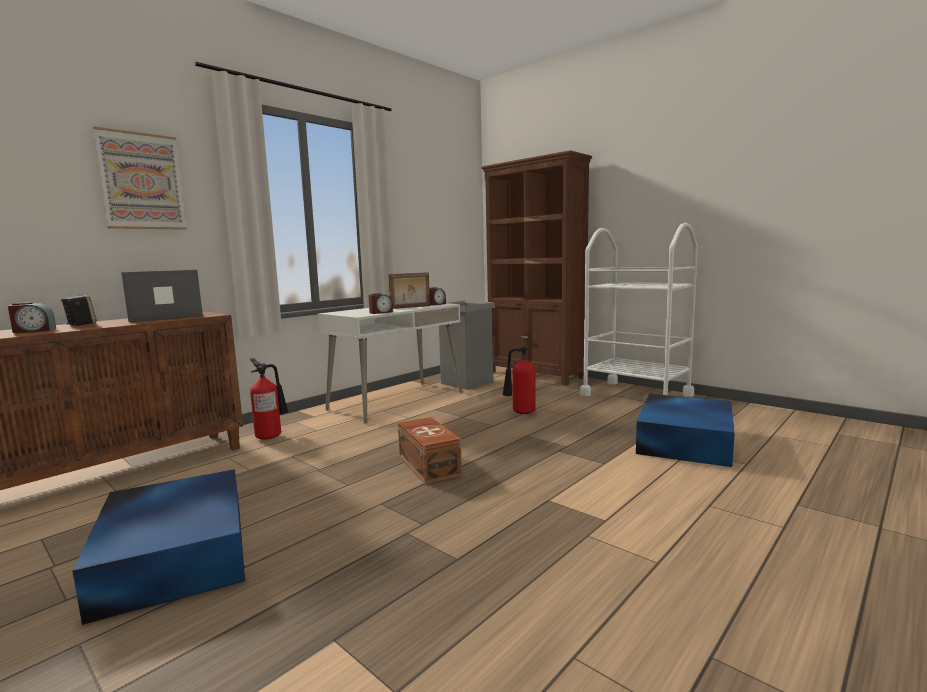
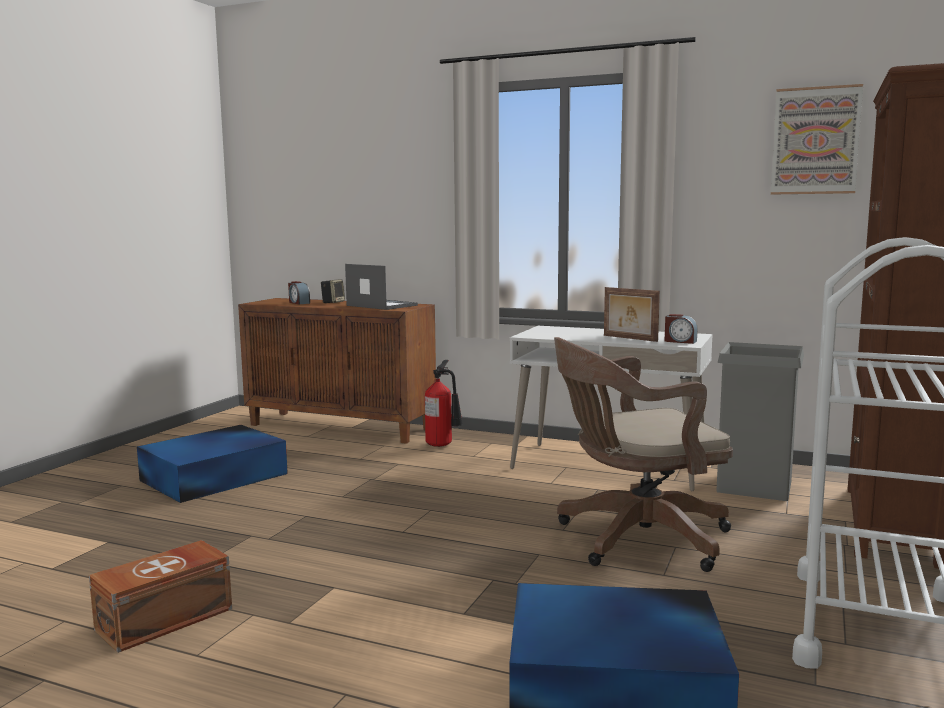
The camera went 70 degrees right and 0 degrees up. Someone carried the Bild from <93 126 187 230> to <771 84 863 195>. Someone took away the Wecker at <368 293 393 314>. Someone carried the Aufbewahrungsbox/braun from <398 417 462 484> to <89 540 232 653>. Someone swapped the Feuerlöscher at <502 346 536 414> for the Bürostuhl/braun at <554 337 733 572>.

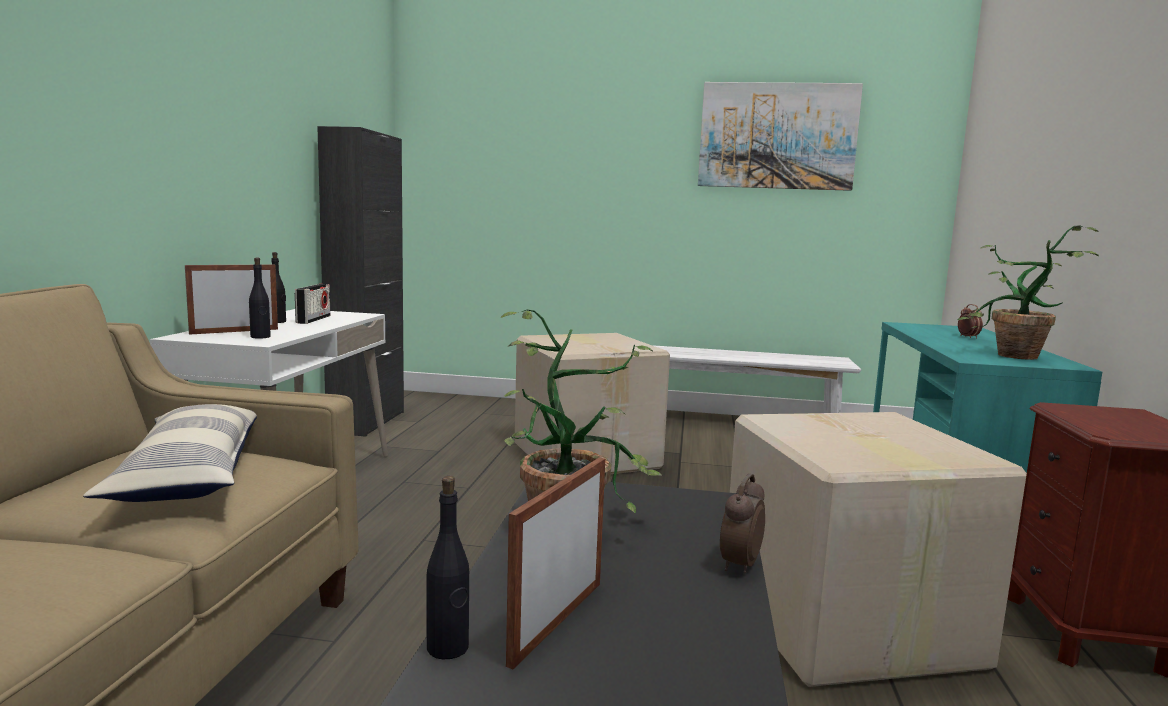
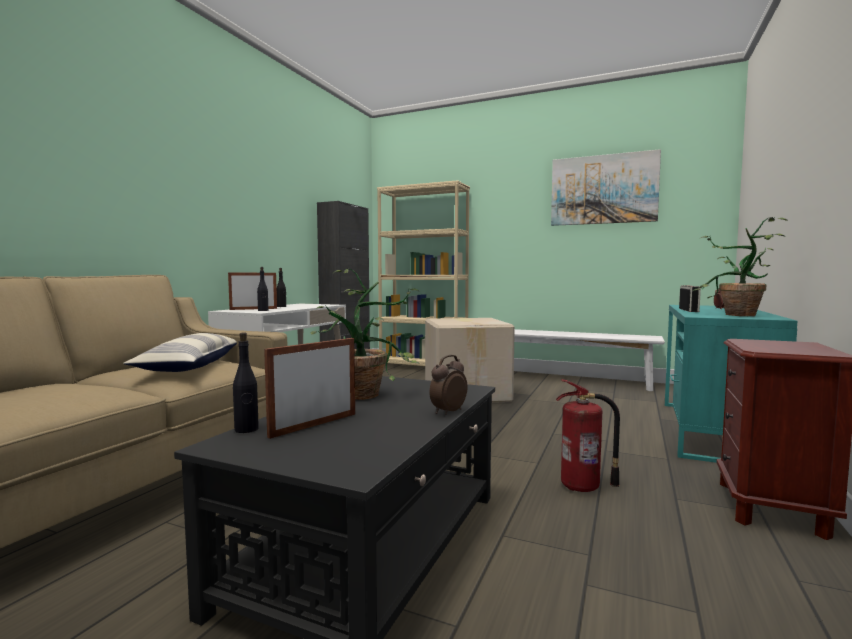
The camera went 15 degrees right and 5 degrees down. Someone carried the Radio from <295 284 330 324> to <679 285 701 312>. Someone swapped the Karton at <730 412 1027 687> for the Feuerlöscher at <556 379 620 492>. Someone put down the Bücherregal/beige at <377 180 470 366>.

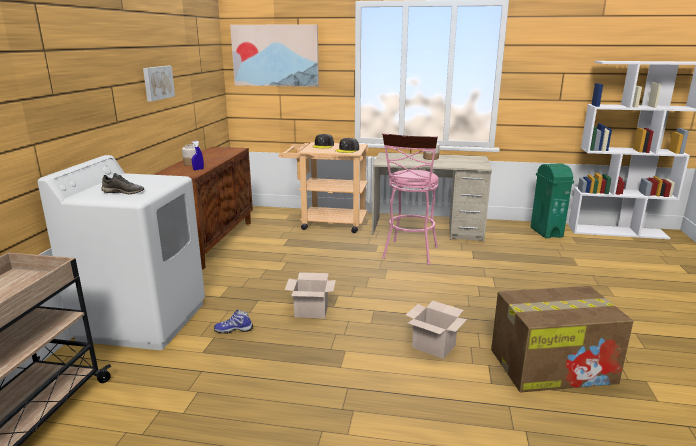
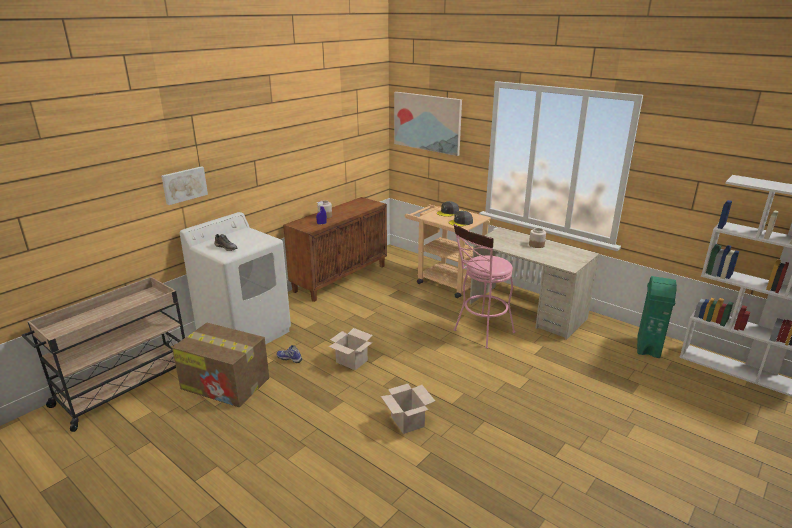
The camera went 30 degrees right and 5 degrees up. Someone carried the Bild from <143 66 175 102> to <161 166 208 205>. Someone carried the Karton from <491 286 633 392> to <172 323 269 407>.

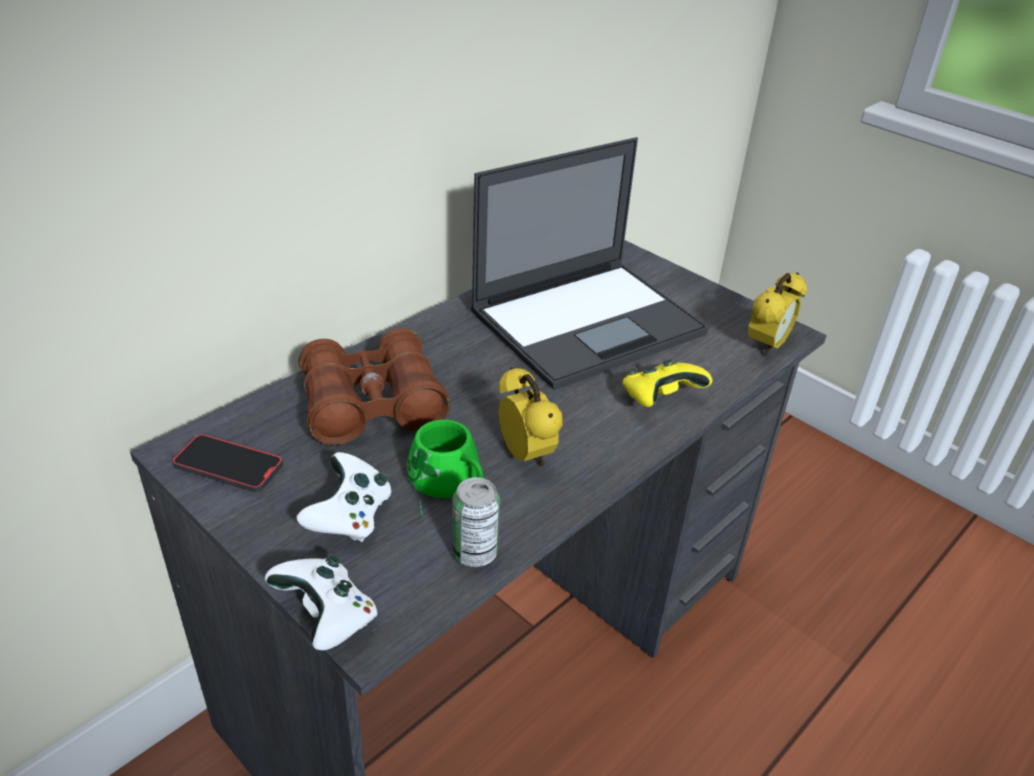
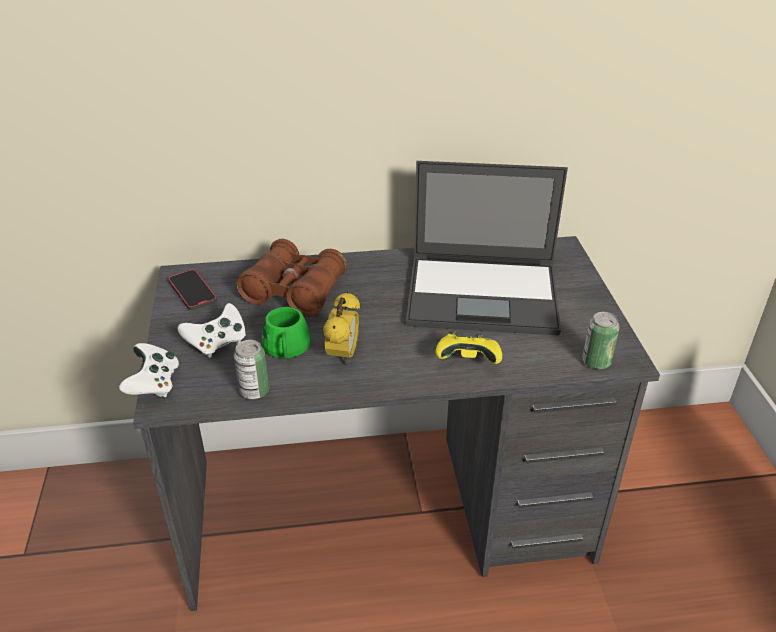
The camera went 40 degrees right and 0 degrees up. Someone swapped the Wecker at <748 273 807 356> for the Dose at <582 312 620 369>.

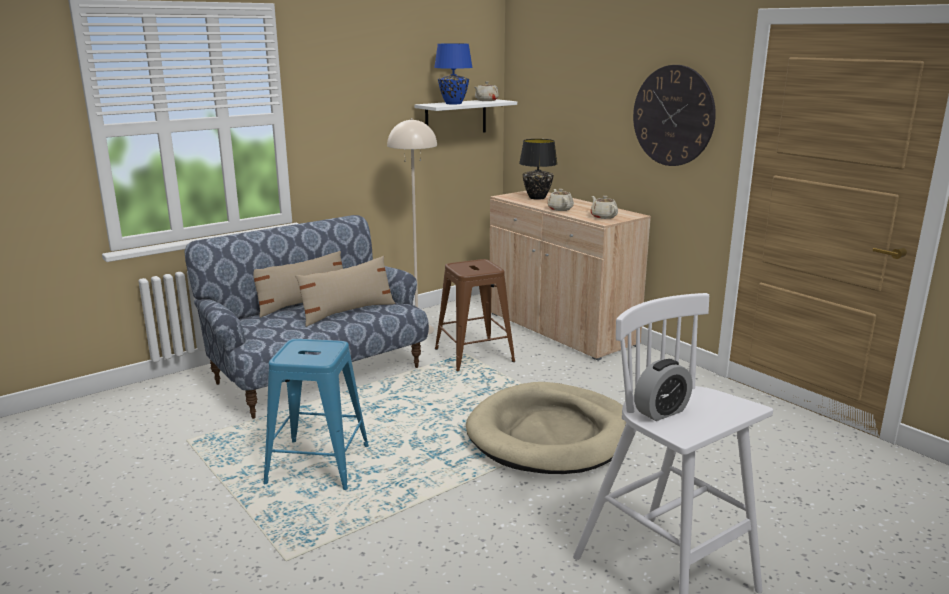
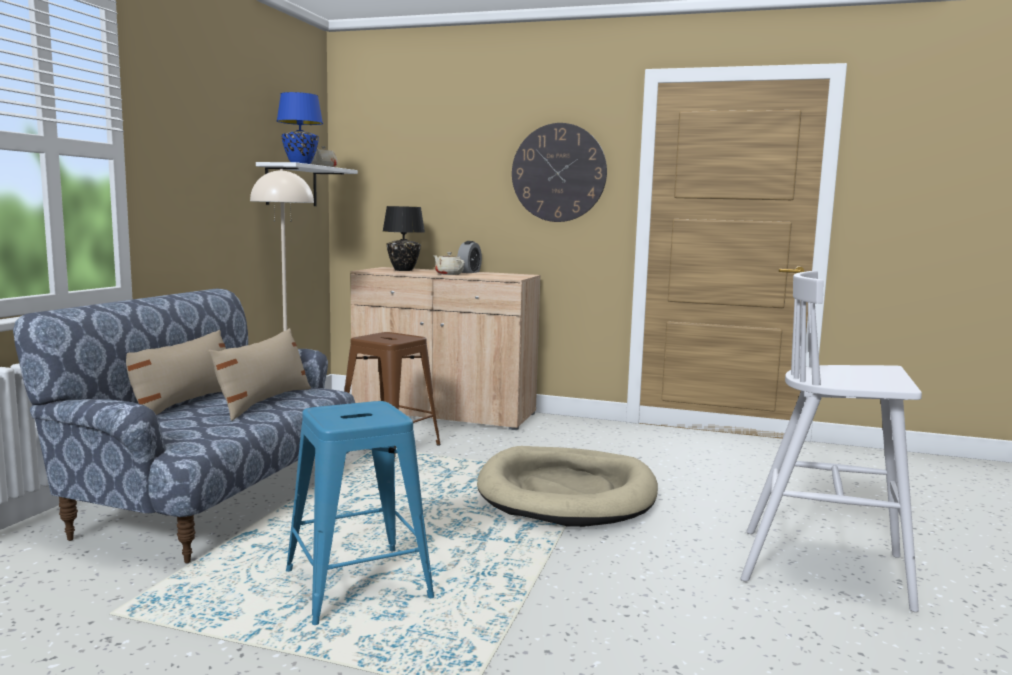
The camera went 35 degrees left and 10 degrees down. Someone took away the Teekanne/beige at <591 196 618 219>. Someone carried the Wecker from <634 359 692 421> to <457 241 482 273>.

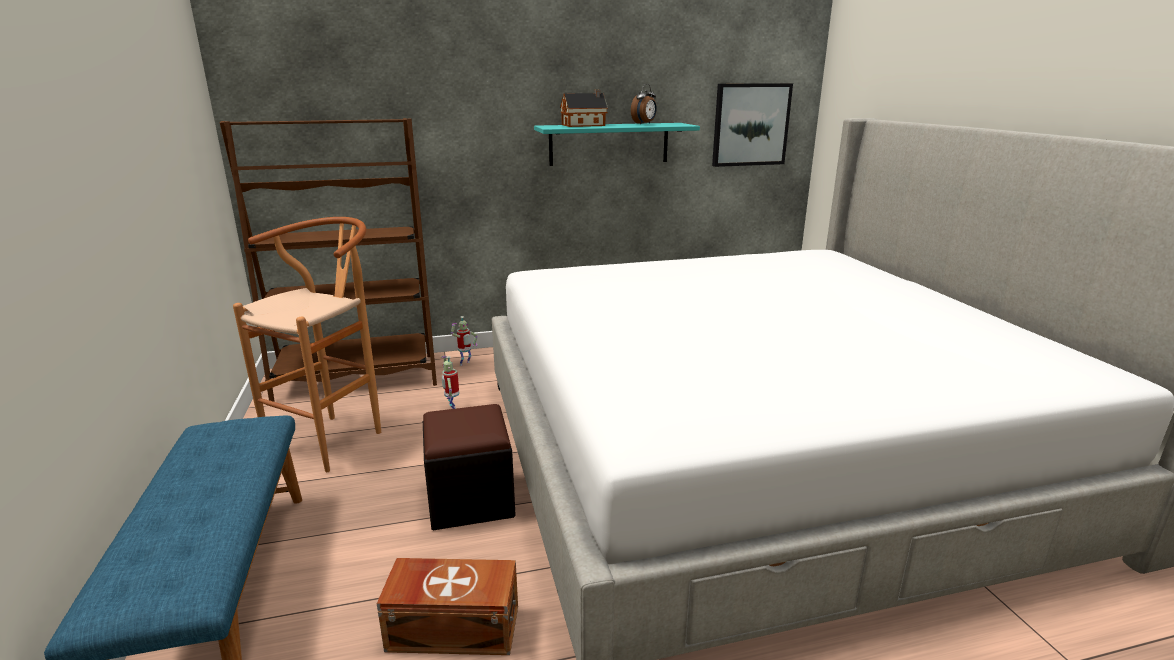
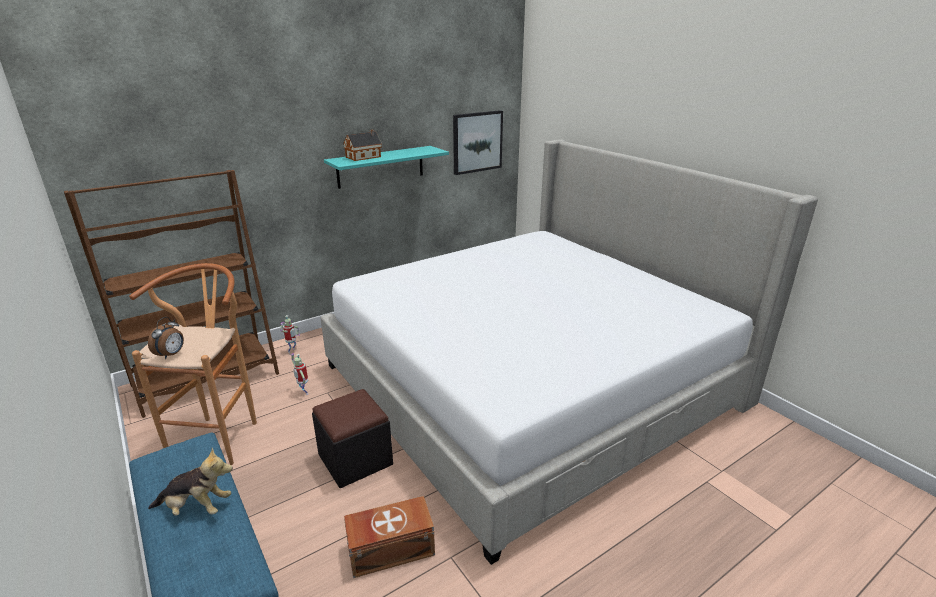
The camera went 20 degrees left and 5 degrees up. Someone carried the Wecker from <631 84 657 124> to <148 317 184 359>. Someone put down the Plüschtier at <148 448 233 516>.

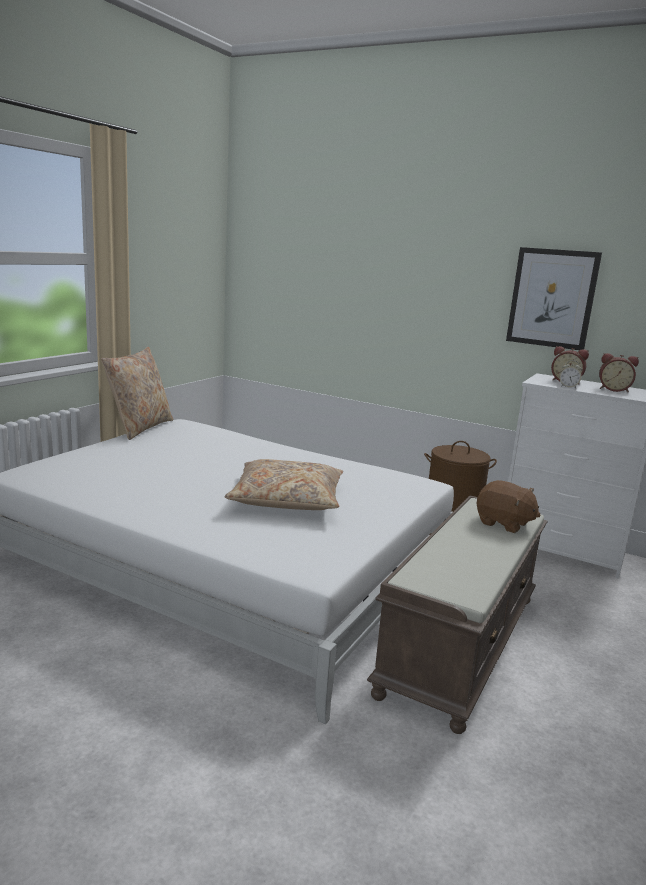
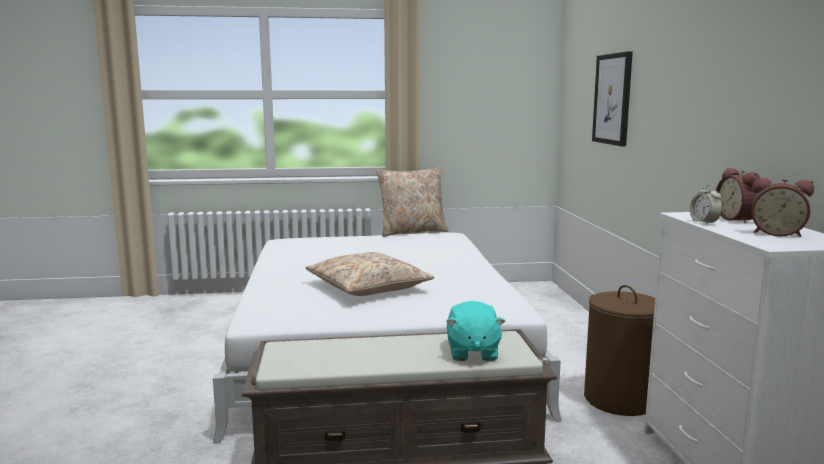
The camera went 55 degrees right and 5 degrees down. Someone repainted the Plüschtier/braun at <476 480 541 533>, which became the Plüschtier/türkis at <446 301 506 361>. Someone carried the Bild from <506 247 602 350> to <592 51 633 146>. Someone rotated the Wecker at <599 353 639 392> by 45 degrees counterclockwise.

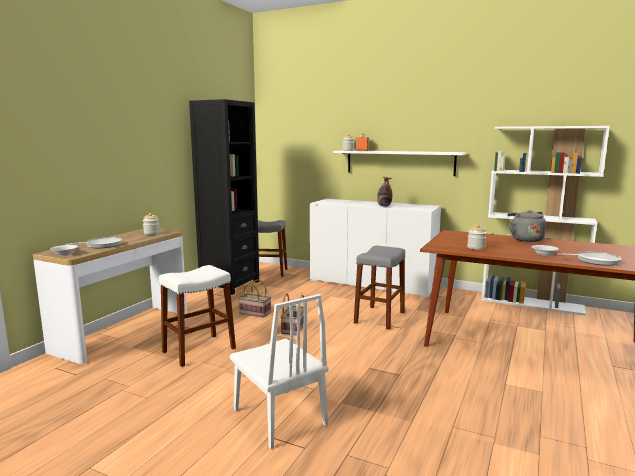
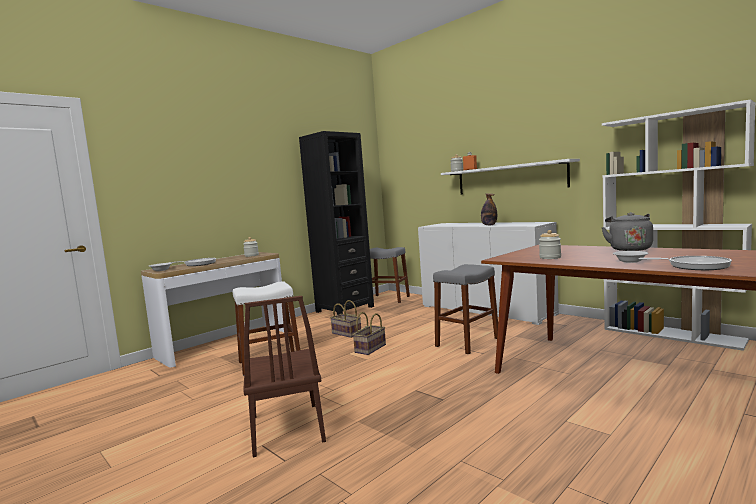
The camera went 20 degrees right and 5 degrees down. Someone repainted the Stuhl/weiß at <230 294 328 449>, which became the Stuhl/braun at <243 296 326 458>.

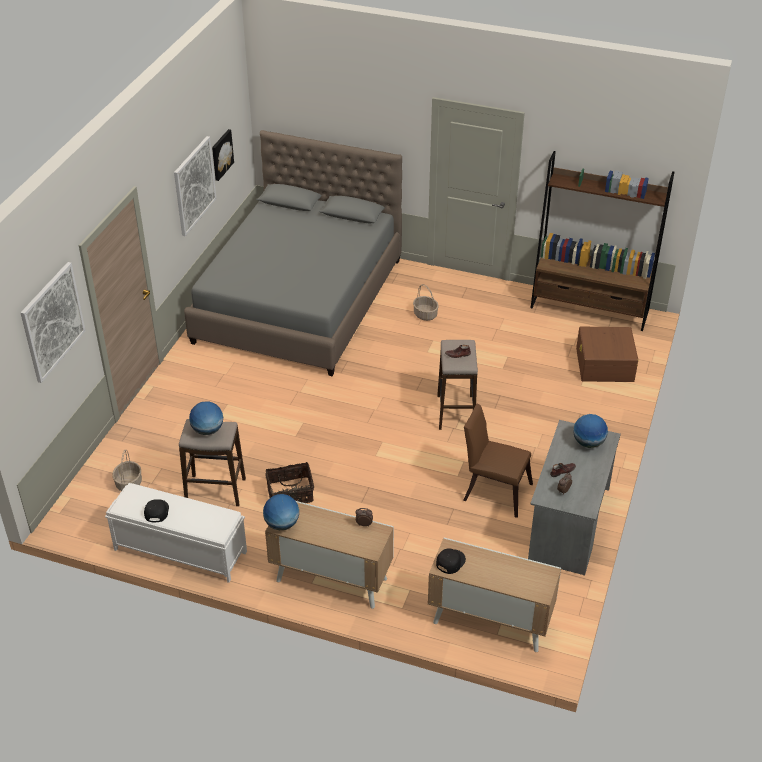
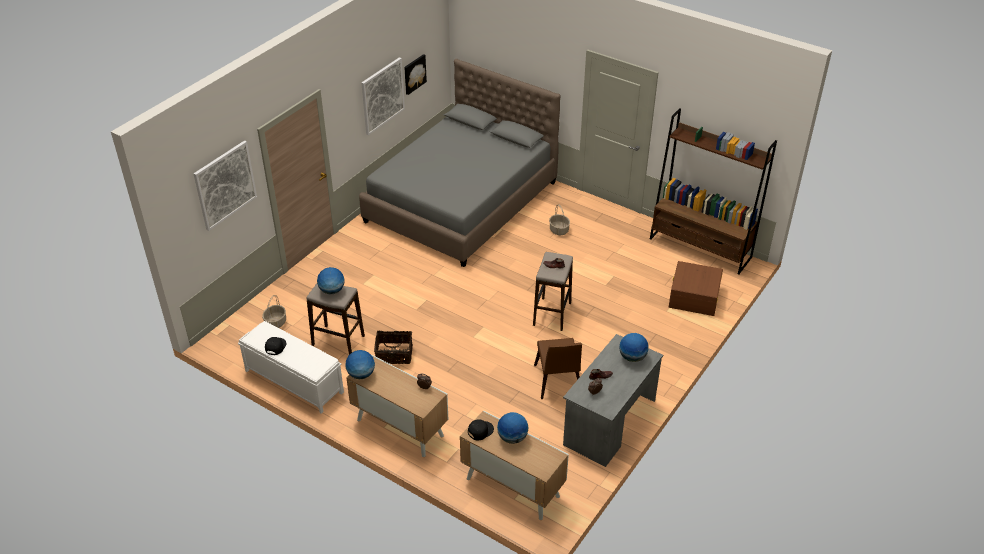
The camera went 15 degrees right and 0 degrees up. Someone rotated the Stuhl/braun at <463 403 533 518> by 135 degrees counterclockwise. Someone put down the Globus at <497 412 528 444>.

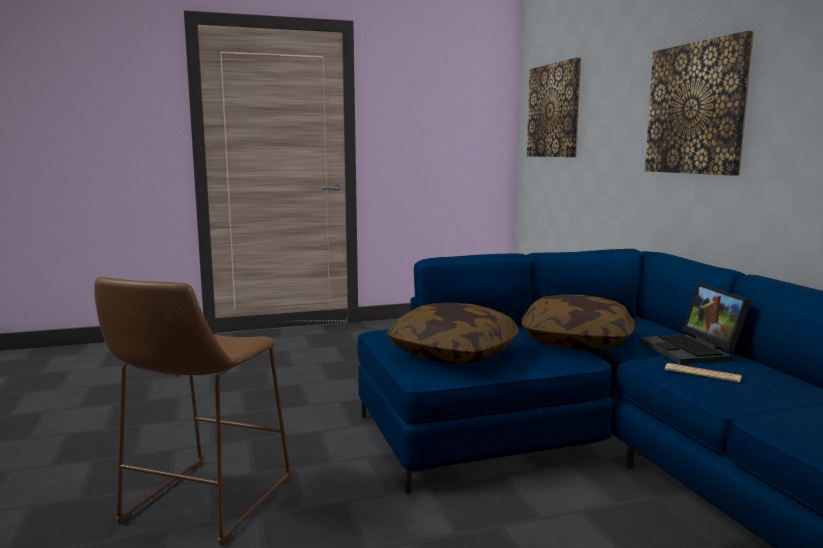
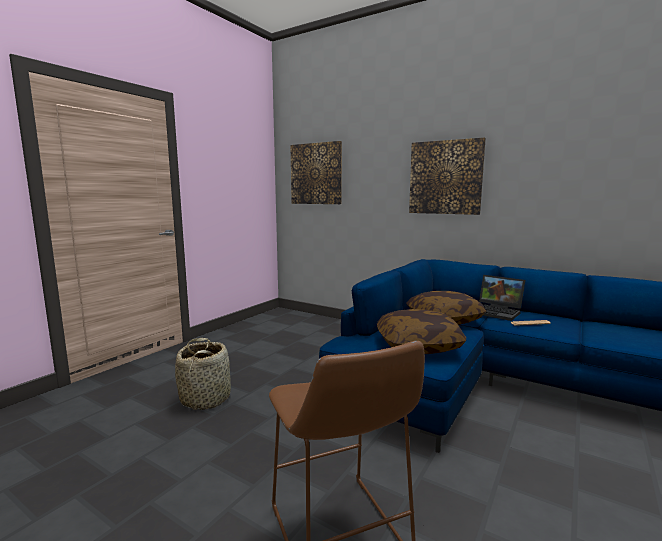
The camera went 40 degrees left and 0 degrees up. Someone put down the Korb at <175 338 231 410>.

